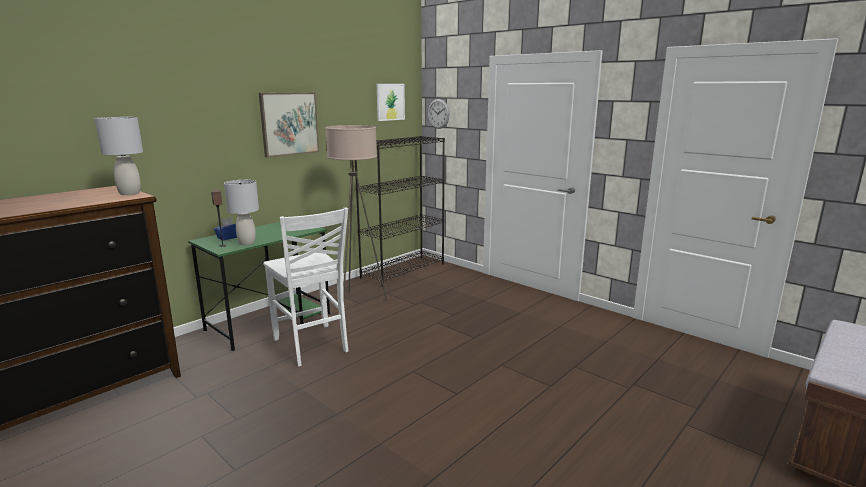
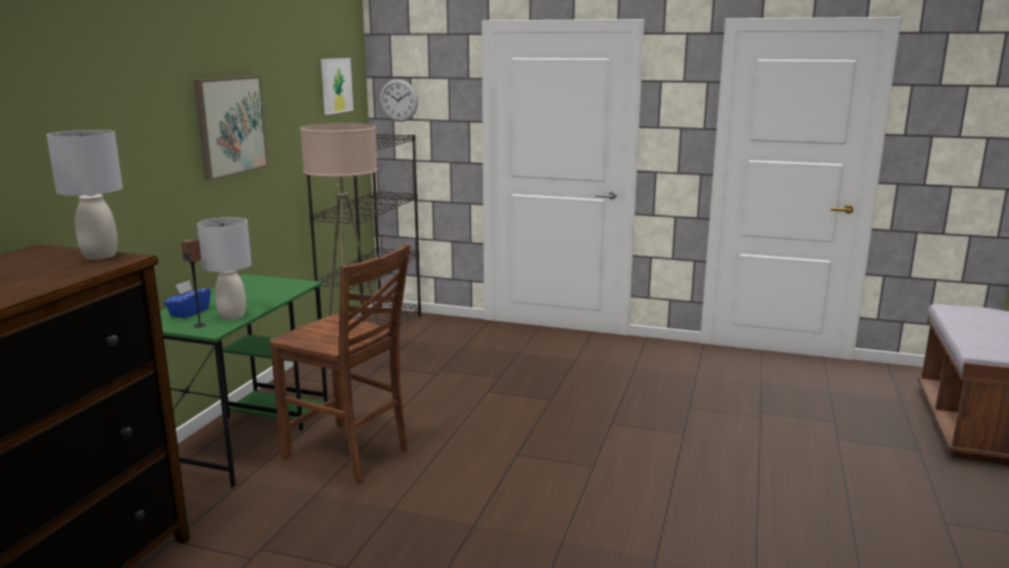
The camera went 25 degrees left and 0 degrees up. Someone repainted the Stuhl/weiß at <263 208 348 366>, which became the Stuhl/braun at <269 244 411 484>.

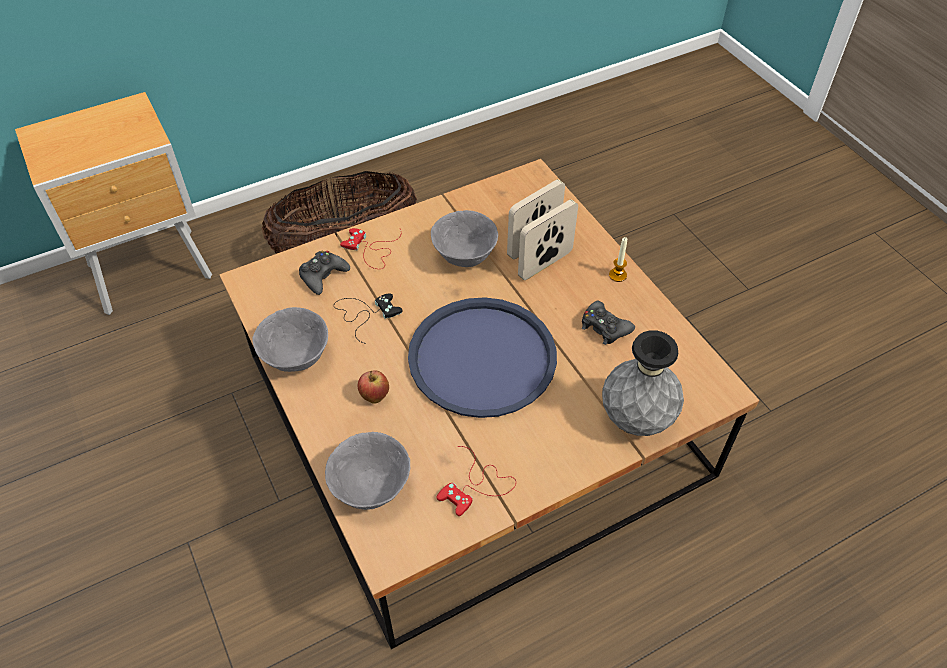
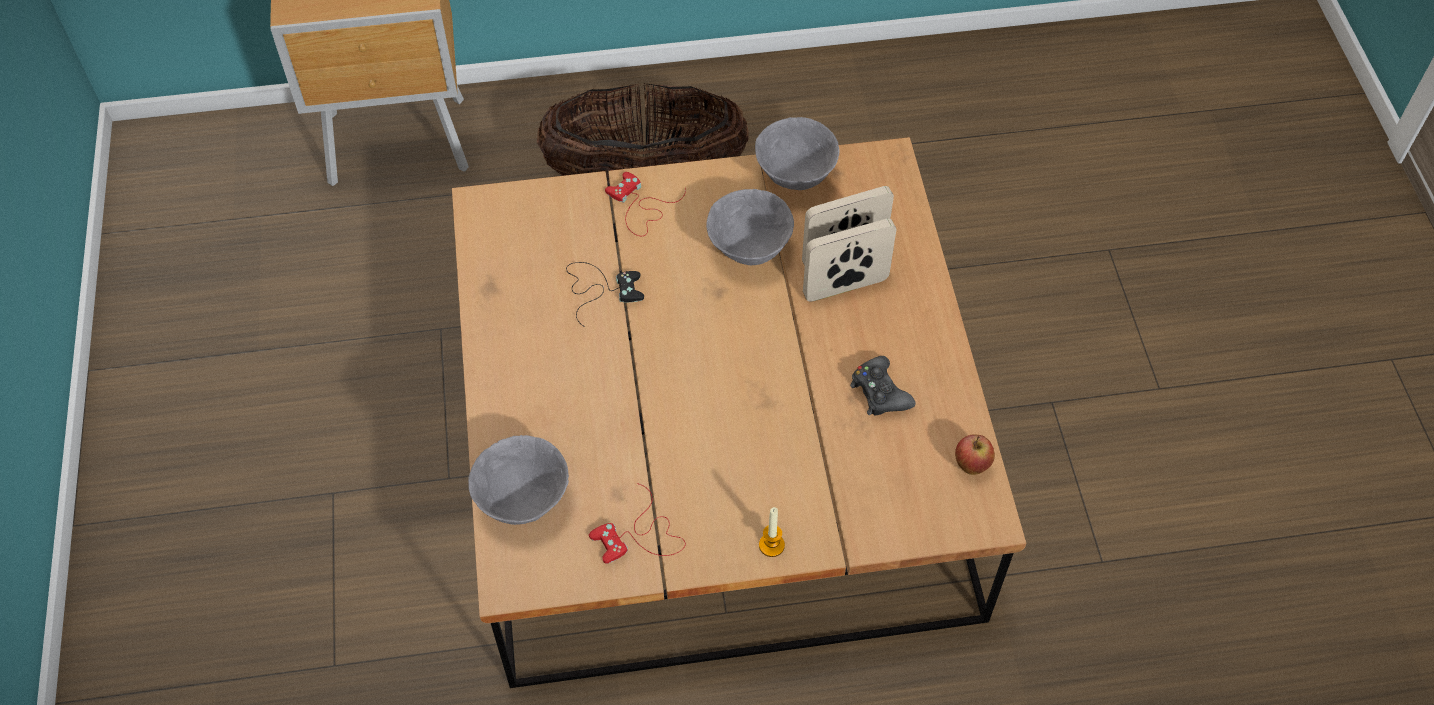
The camera went 20 degrees right and 5 degrees up. Someone carried the Schüssel/grau from <252 307 328 372> to <755 117 840 190>. Someone took away the Gamepad/schwarz at <299 251 350 295>. Someone carried the Apfel from <358 370 389 404> to <955 434 995 475>. Someone took away the Tablett/blau at <408 297 557 418>. Someone took away the Vase/grau at <602 330 684 436>. Someone carried the Kerze from <609 237 627 282> to <759 507 785 557>.

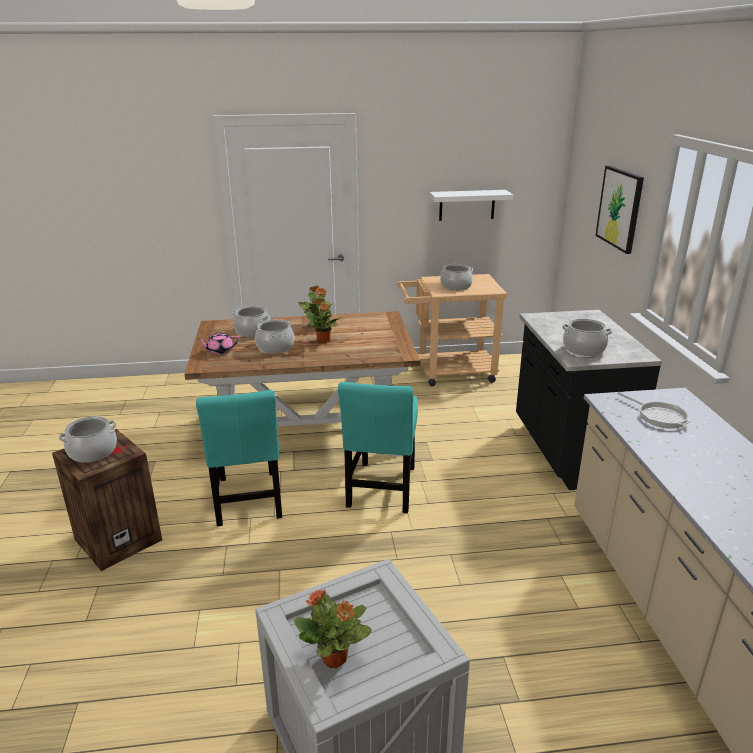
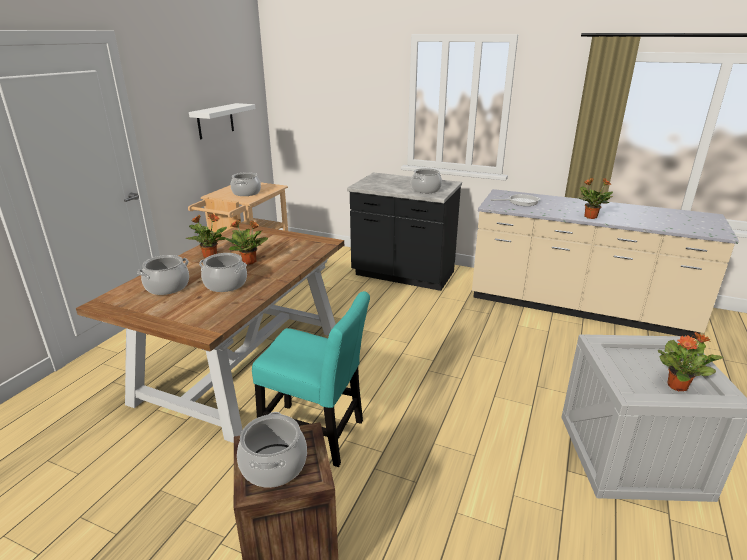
The camera went 60 degrees left and 0 degrees up. Someone took away the Teekanne/rosa at <197 332 240 355>. Someone took away the Stuhl/türkis at <338 382 418 513>. Someone took away the Bild at <595 166 644 254>. Someone put down the Topfpflanze at <577 178 613 219>.

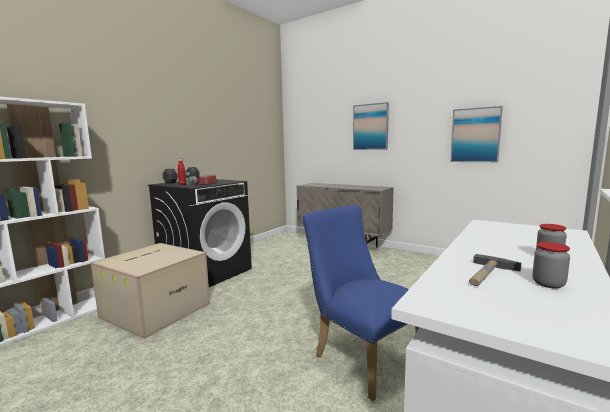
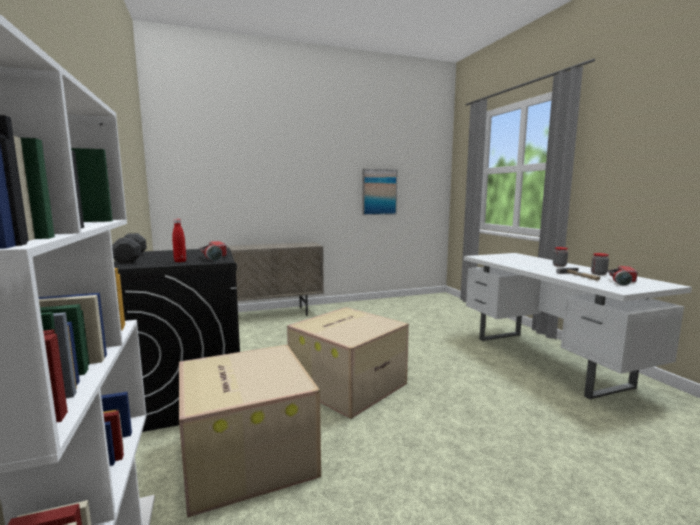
The camera went 55 degrees left and 0 degrees up. Someone took away the Stuhl/blau at <303 205 420 401>. Someone took away the Bild at <353 102 389 150>. Someone put down the Karton at <287 307 409 419>. Someone put down the Taschenlampe at <607 266 638 286>.

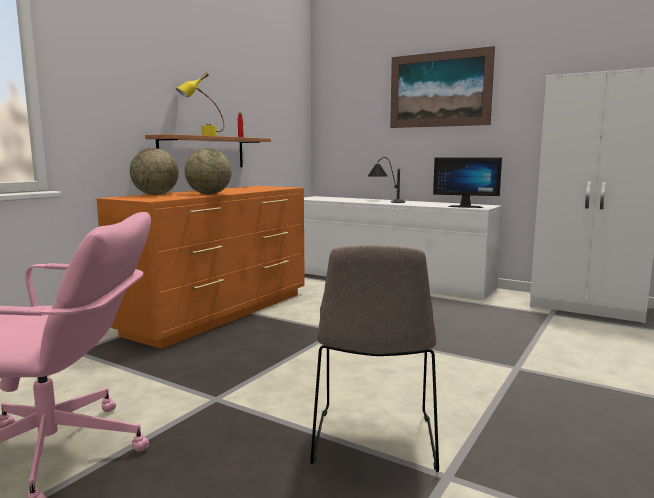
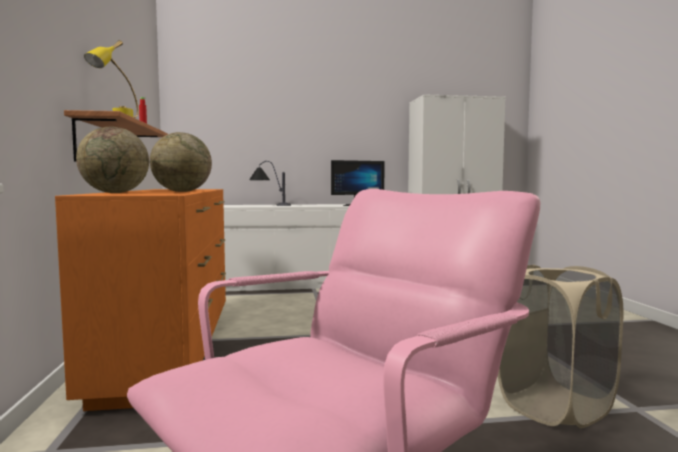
The camera went 40 degrees left and 5 degrees down. Someone swapped the Stuhl/beige at <310 244 439 472> for the Wäschekorb/beige at <498 265 623 428>. Someone took away the Bild at <390 46 495 128>.

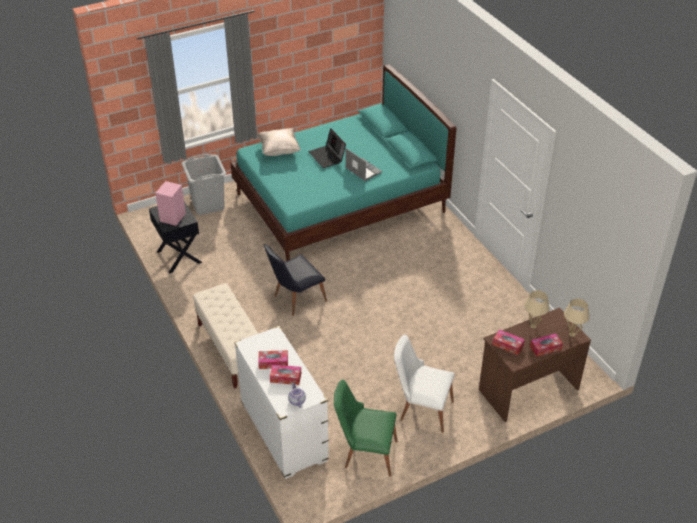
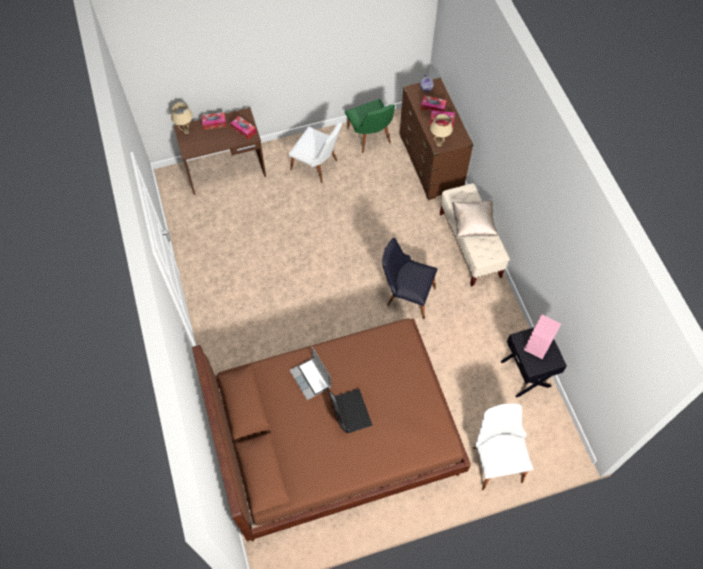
The camera went 170 degrees left and 20 degrees up. Someone swapped the Wäschekorb/grau at <181 154 226 215> for the Stuhl/weiß at <473 403 534 490>. Someone repainted the Bett/türkis at <230 64 456 261>, which became the Bett/braun at <192 318 471 541>. Someone repainted the Kommode/weiß at <234 326 329 479>, which became the Kommode/braun at <399 77 474 200>. Someone carried the Kissen/beige from <257 128 301 156> to <452 200 498 238>. Someone rotated the Stuhl/schwarz at <263 244 327 316> by 135 degrees counterclockwise. Someone rotated the Stuhl/grün at <334 379 398 477> by 45 degrees clockwise. Someone carried the Tischlampe/beige from <524 290 549 329> to <430 114 453 146>.

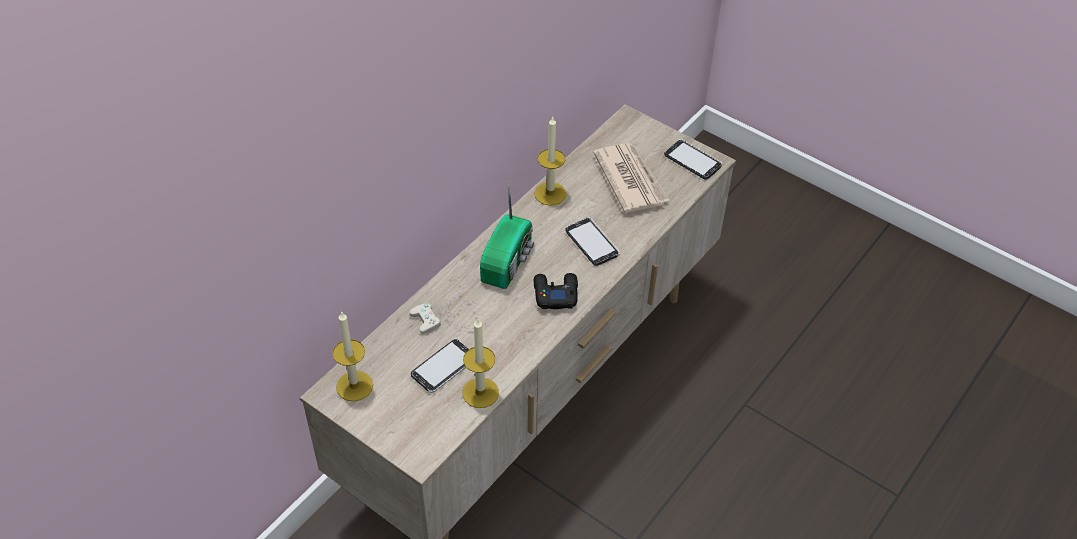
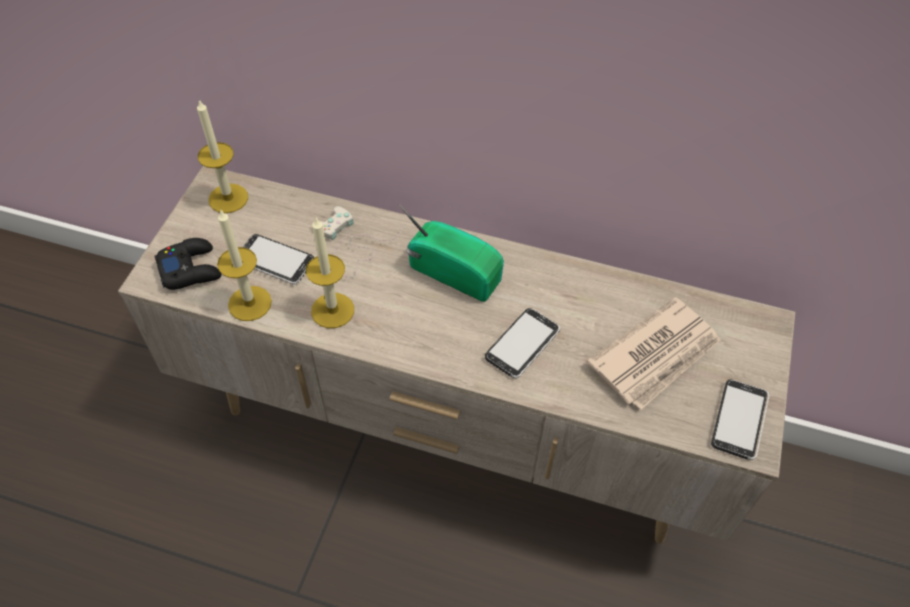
The camera went 70 degrees right and 5 degrees up. Someone rotated the Radio at <480 180 534 289> by 150 degrees counterclockwise. Someone carried the Kerze from <534 117 566 206> to <306 218 354 328>. Someone carried the Gamepad/schwarz from <534 273 578 309> to <155 238 222 290>.

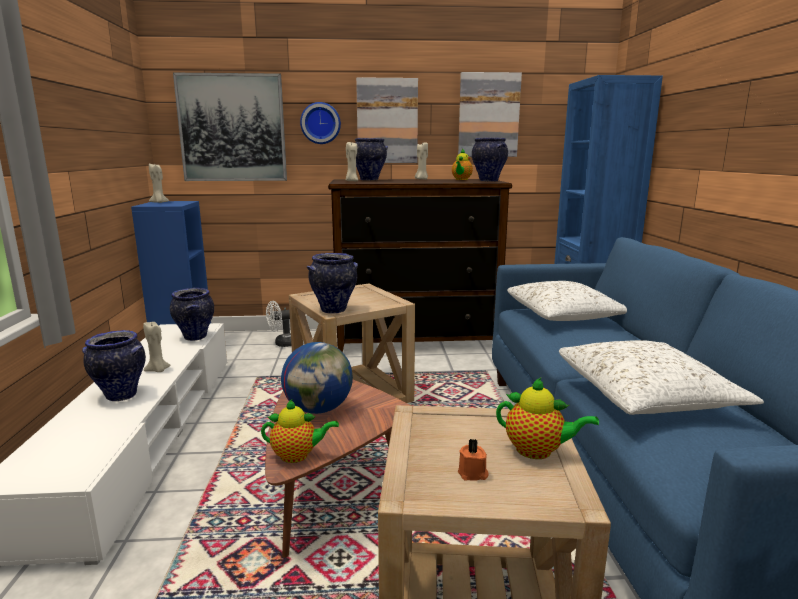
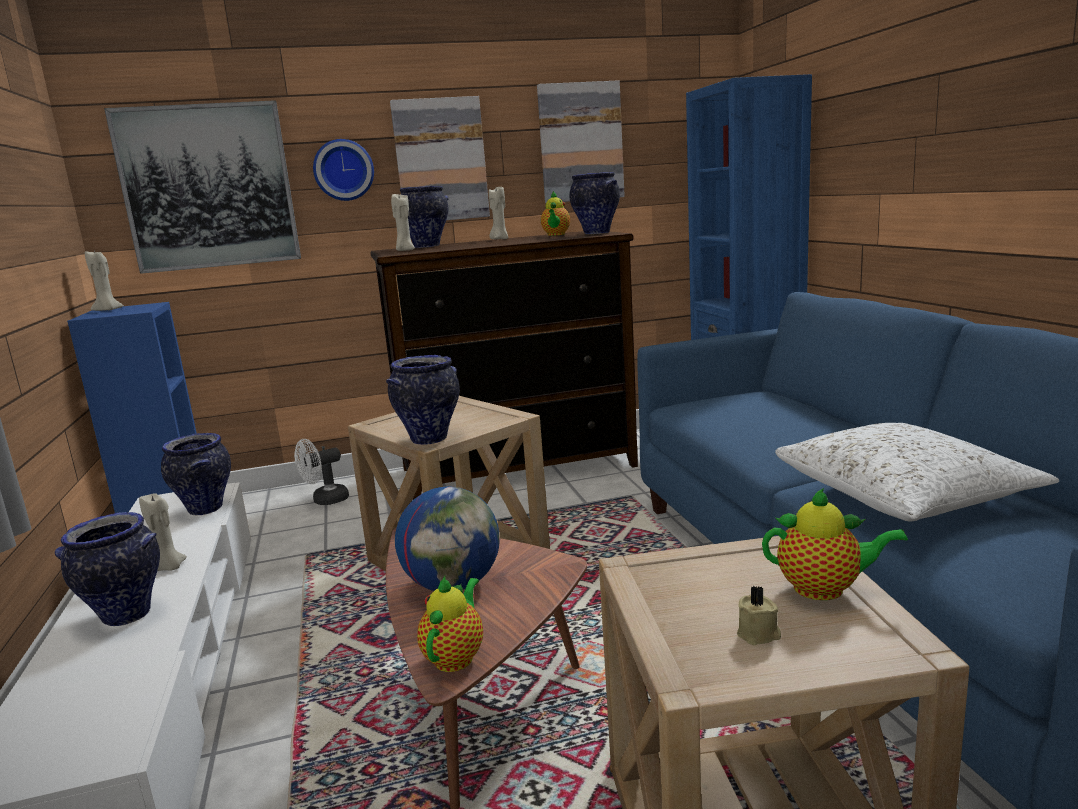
The camera went 10 degrees left and 0 degrees up. Someone rotated the Teekanne at <261 399 339 463> by 60 degrees counterclockwise. Someone repainted the Kerze/orange at <458 439 489 481>, which became the Kerze/beige at <737 586 781 645>. Someone took away the Kissen/weiß at <507 281 627 321>.

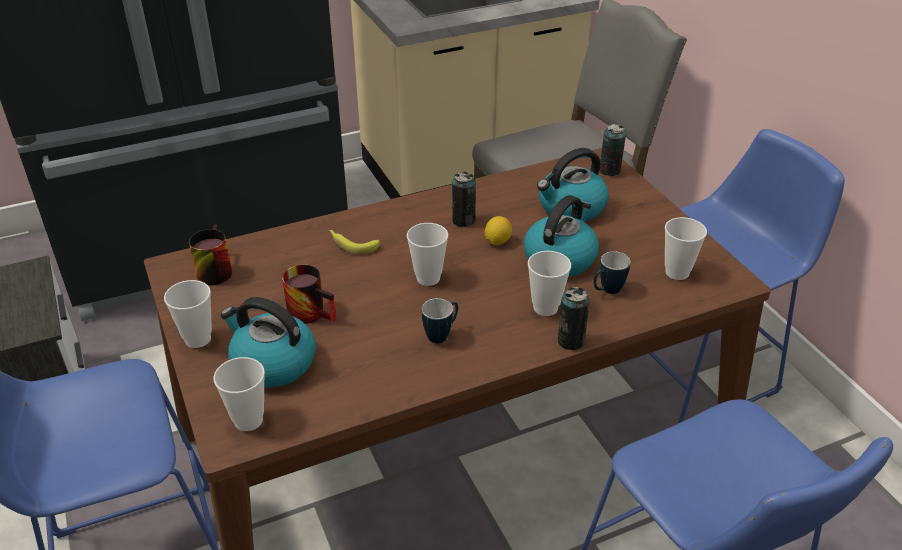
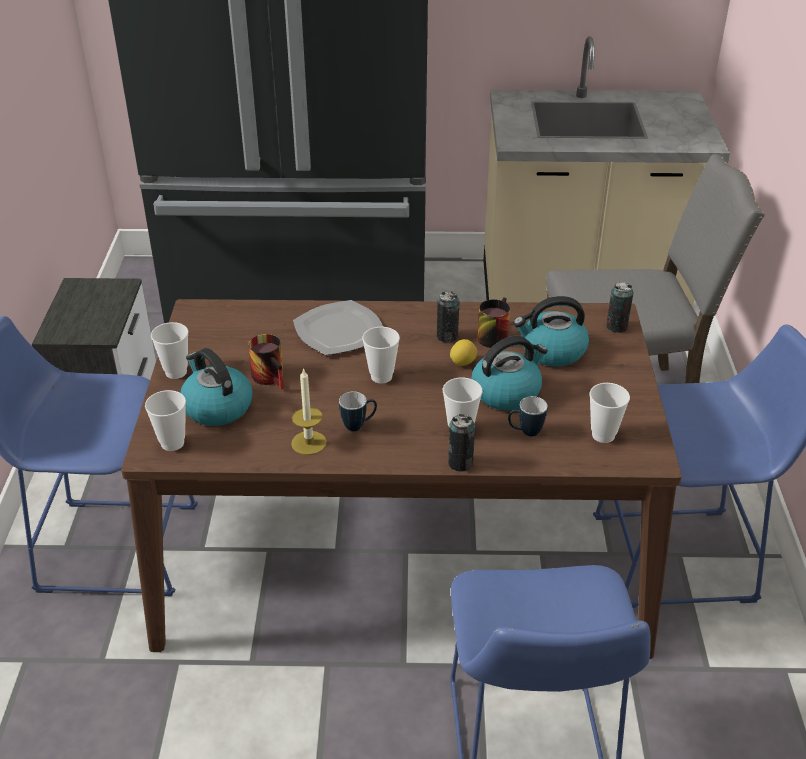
The camera went 25 degrees right and 0 degrees up. Someone carried the Henkelbecher from <189 225 232 285> to <478 297 510 348>. Someone swapped the Banane at <329 230 380 255> for the Teller at <293 300 383 355>. Someone put down the Kerze at <291 368 327 455>.

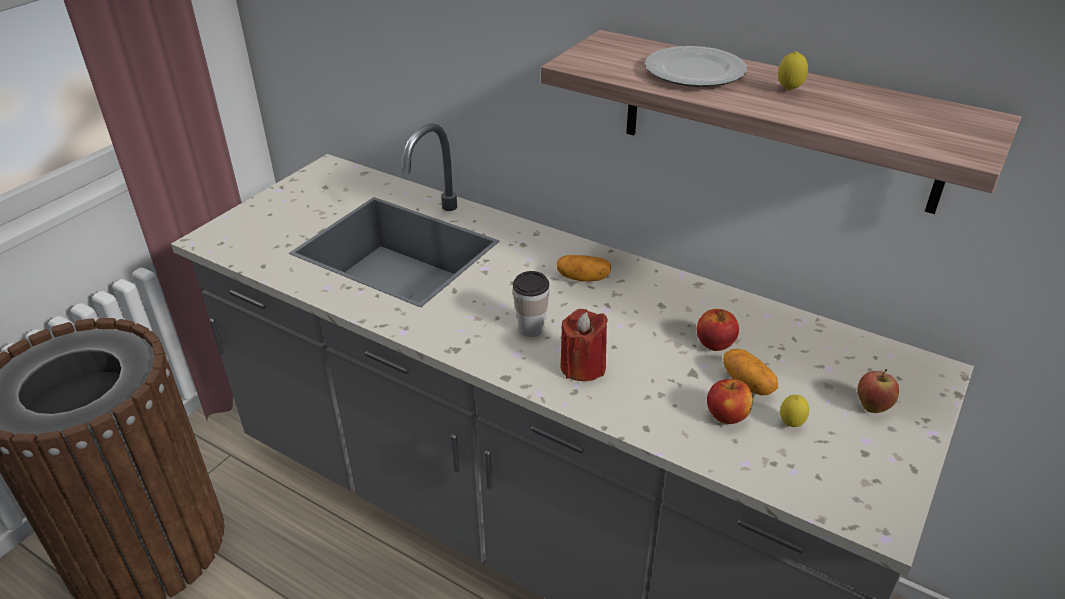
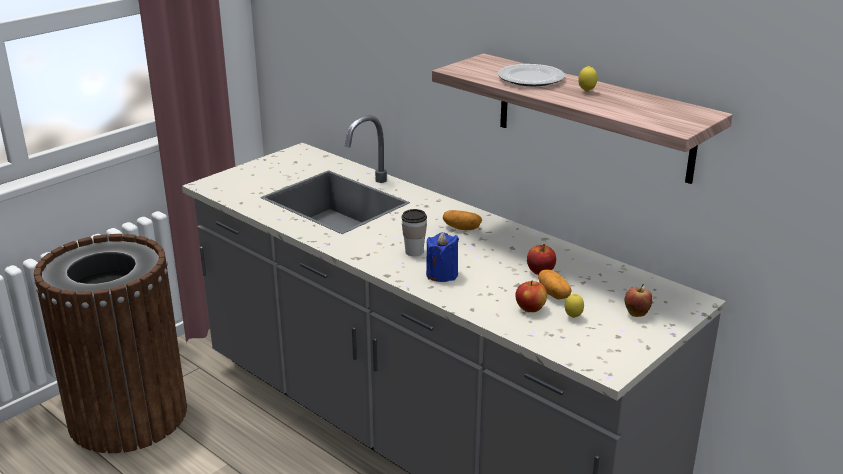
The camera went 10 degrees right and 10 degrees down. Someone repainted the Kerze/rot at <560 309 608 381>, which became the Kerze/blau at <426 232 459 282>.

